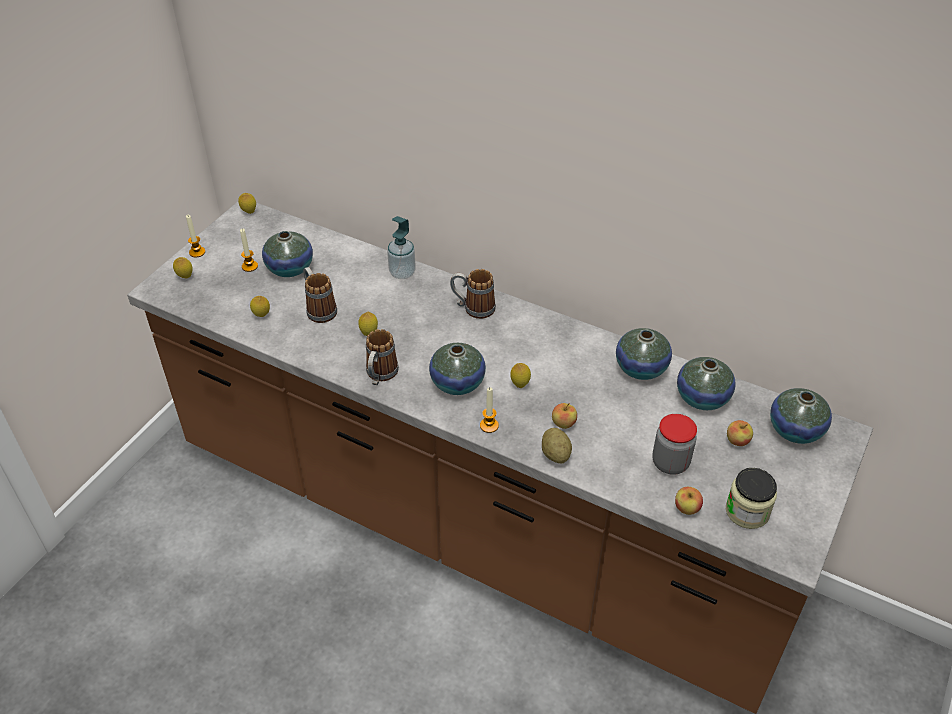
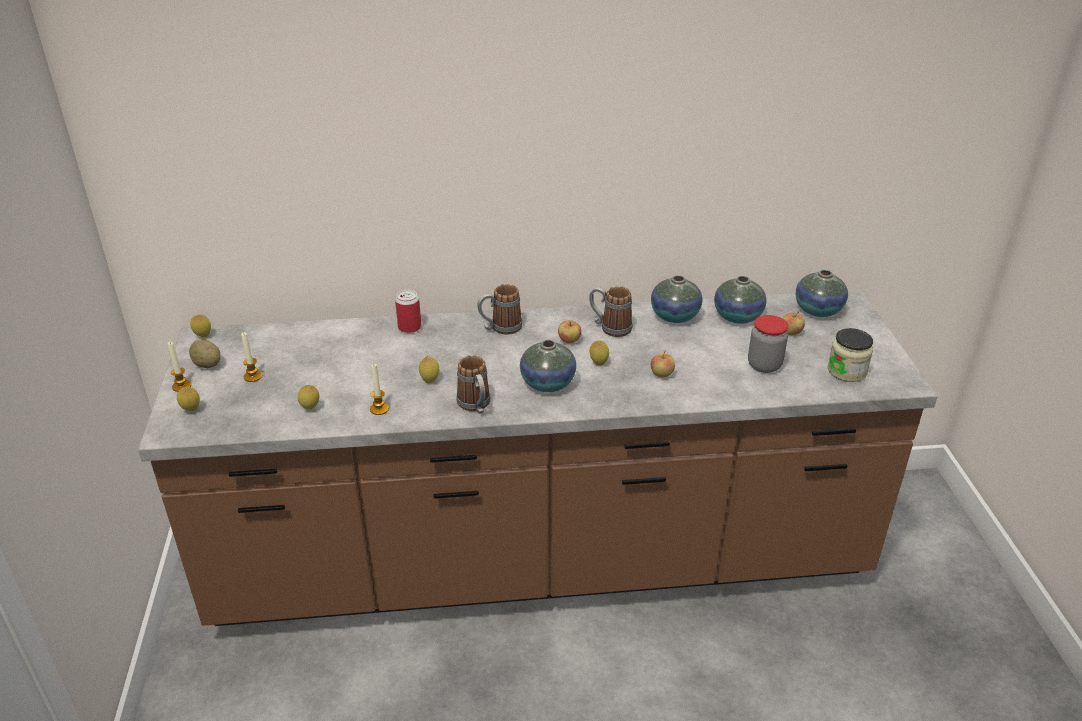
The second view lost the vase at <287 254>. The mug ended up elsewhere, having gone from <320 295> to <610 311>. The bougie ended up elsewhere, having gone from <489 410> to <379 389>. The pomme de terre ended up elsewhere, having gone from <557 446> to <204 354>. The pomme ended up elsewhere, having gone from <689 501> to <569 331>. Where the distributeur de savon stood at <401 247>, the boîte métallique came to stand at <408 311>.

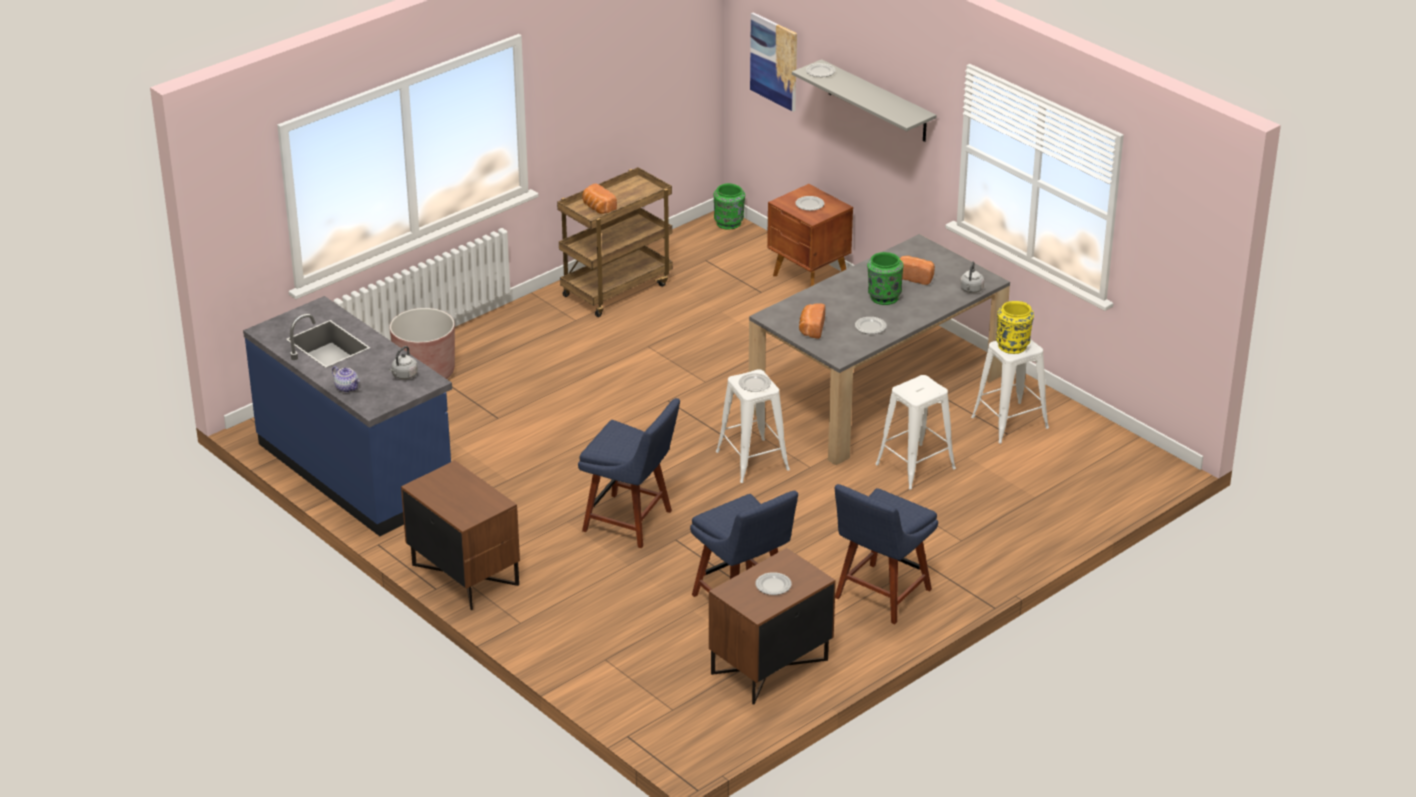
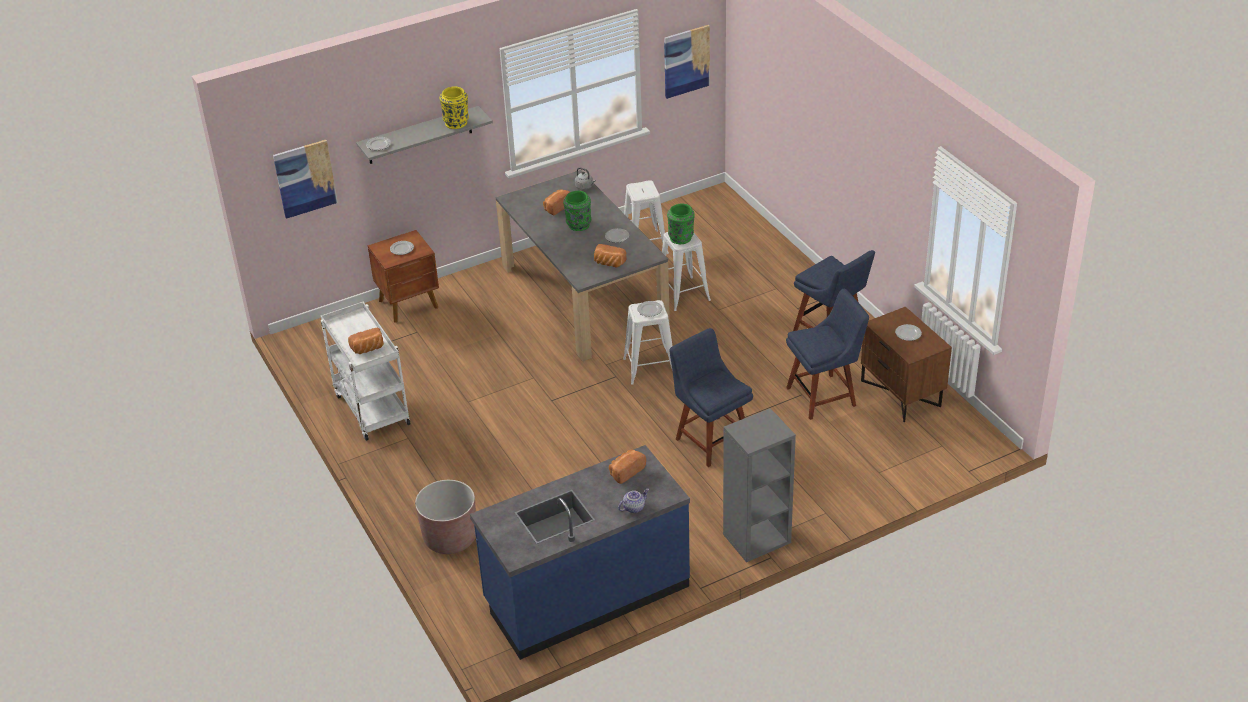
The second view gained the tableau at <687 62>. The vase/vert ended up elsewhere, having gone from <729 206> to <681 224>. The vase/jaune ended up elsewhere, having gone from <1015 327> to <454 107>. Where the bouilloire/gris stood at <403 363>, the pain came to stand at <627 467>. Where the table de chevet/marron stood at <460 535>, the bibliothèque/gris came to stand at <759 485>. What was the chariot/marron at <615 242> turned into the chariot/blanc at <366 371>. The chaise/bleu at <629 473> ended up facing another way, 75 degrees counterclockwise from before.

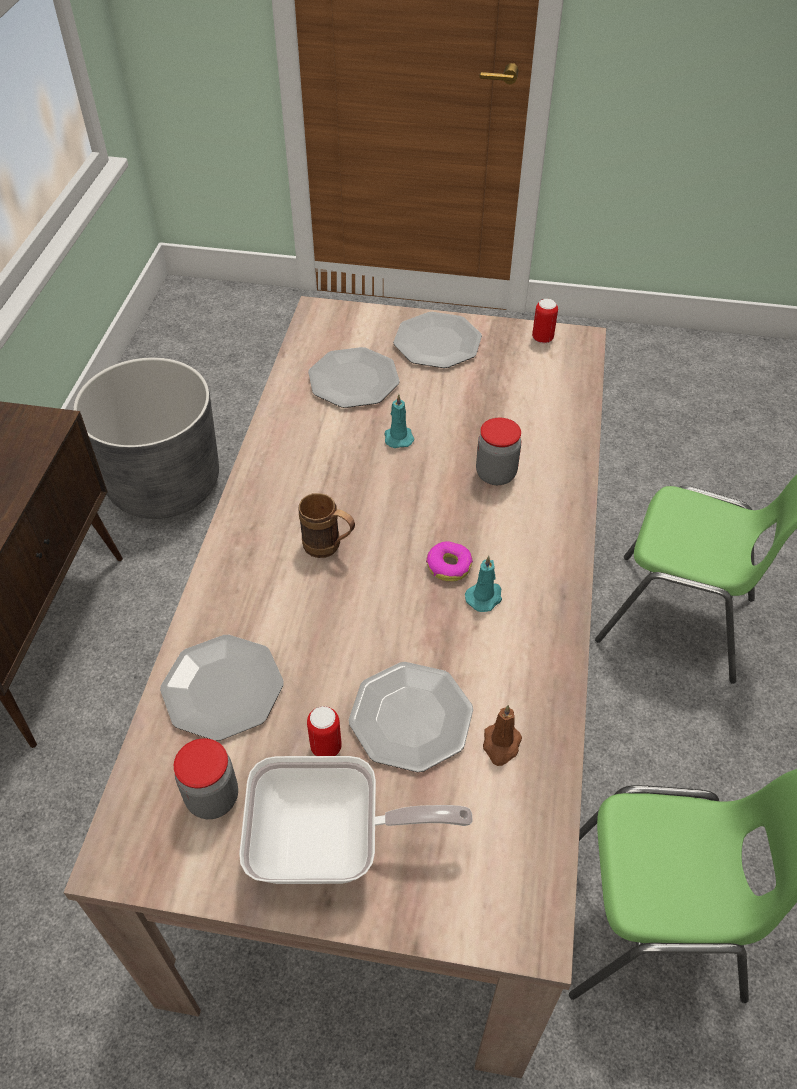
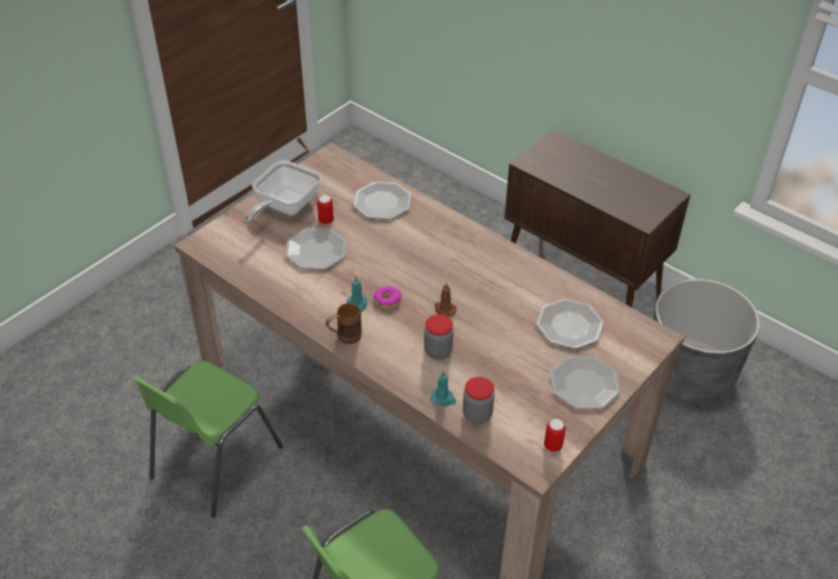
The bocal ended up elsewhere, having gone from <206 778> to <479 400>. The mug/marron ended up elsewhere, having gone from <326 525> to <344 323>. The bougie/turquoise ended up elsewhere, having gone from <399 421> to <443 388>. The bougie/marron ended up elsewhere, having gone from <502 735> to <446 299>.

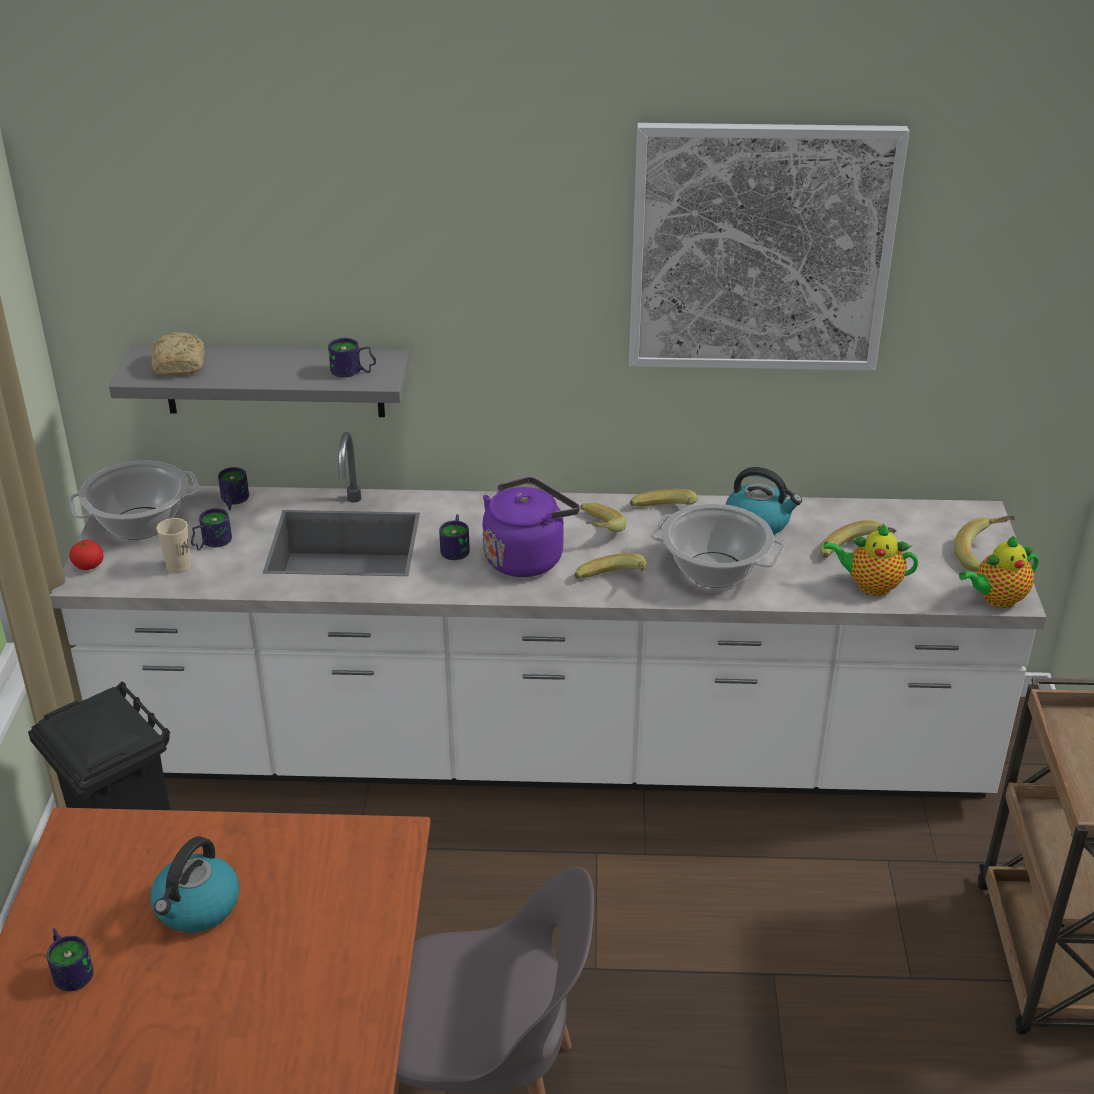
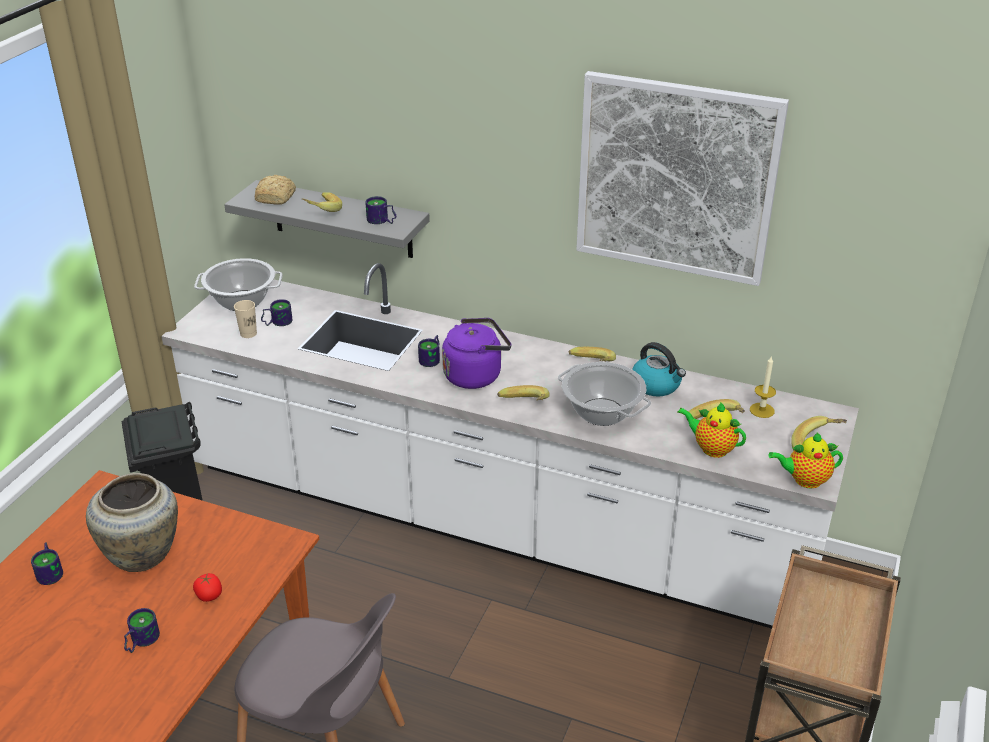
The second view gained the bougie at <763 387>. The tomate ended up elsewhere, having gone from <86 555> to <207 587>. The mug ended up elsewhere, having gone from <233 488> to <142 630>. The banane ended up elsewhere, having gone from <603 517> to <321 202>. Where the bouilloire stood at <195 884>, the vase/beige came to stand at <132 522>.

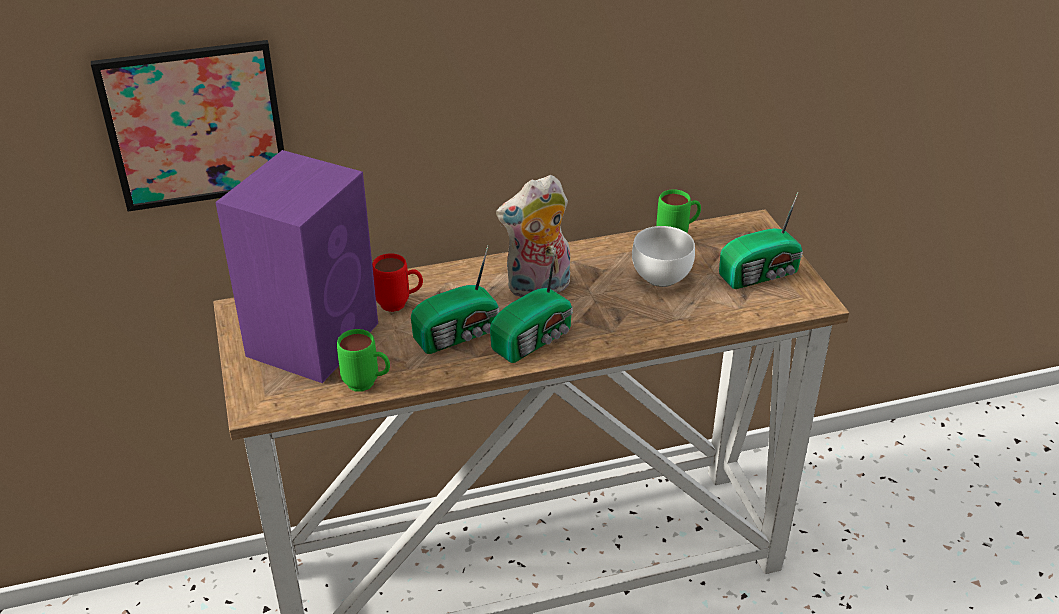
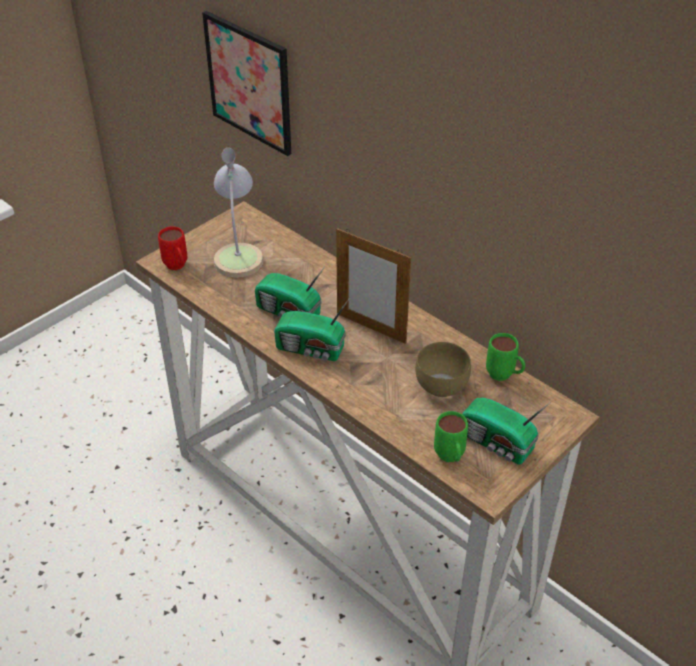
The mug/vert ended up elsewhere, having gone from <363 360> to <451 436>. The mug/rouge ended up elsewhere, having gone from <397 282> to <172 248>. Where the enceinte/violet stood at <296 266>, the lampe de table came to stand at <238 213>. Where the peluche stood at <533 236>, the cadre photo came to stand at <373 286>. What was the bol/blanc at <663 256> turned into the bol/marron at <443 369>.

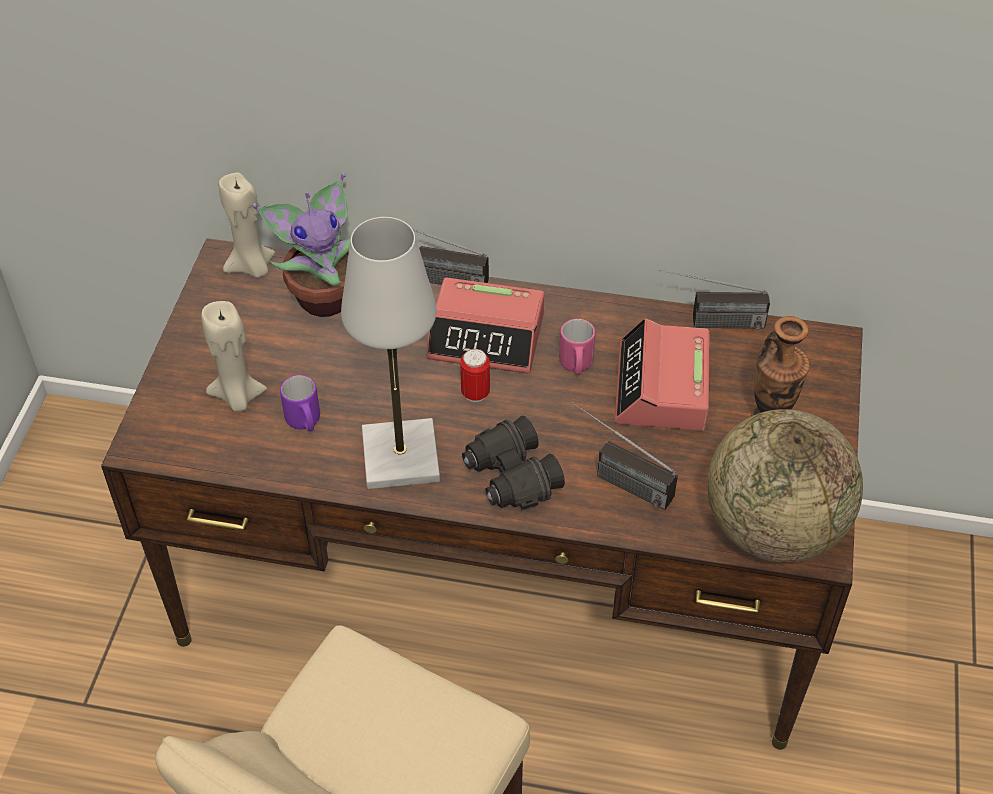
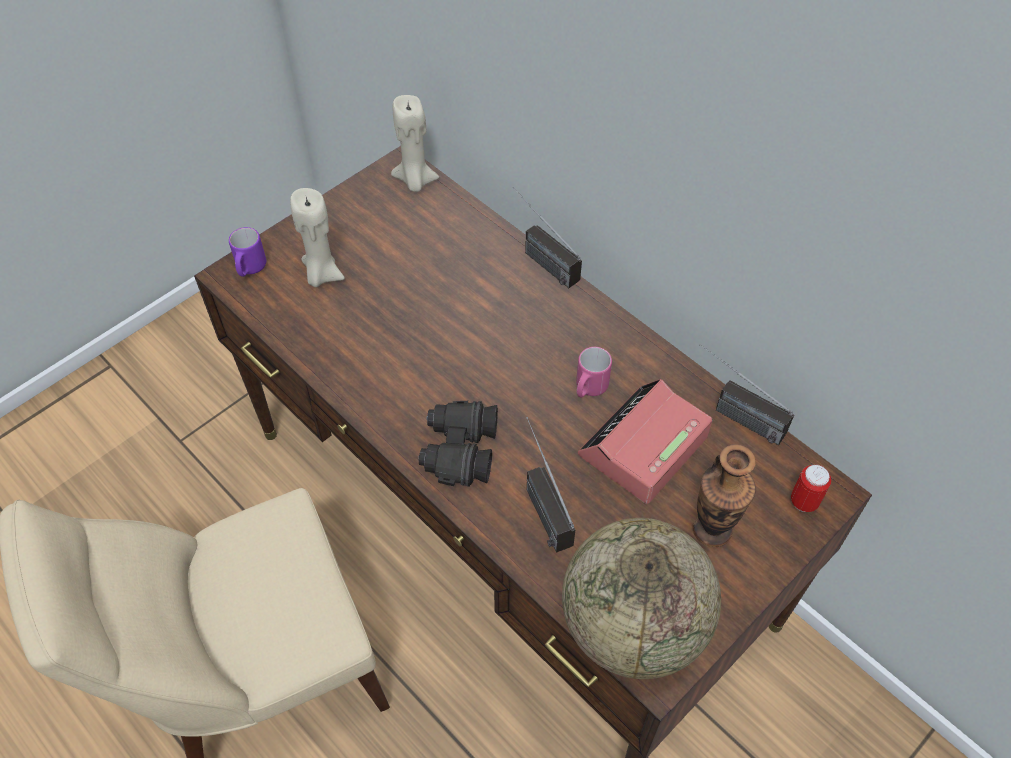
The second view lost the plante en pot at <301 245>. The second view lost the lampe de table/blanc at <390 353>. The second view lost the réveil at <485 325>. The mug/violet ended up elsewhere, having gone from <300 403> to <247 252>. The boîte métallique ended up elsewhere, having gone from <475 375> to <811 488>.

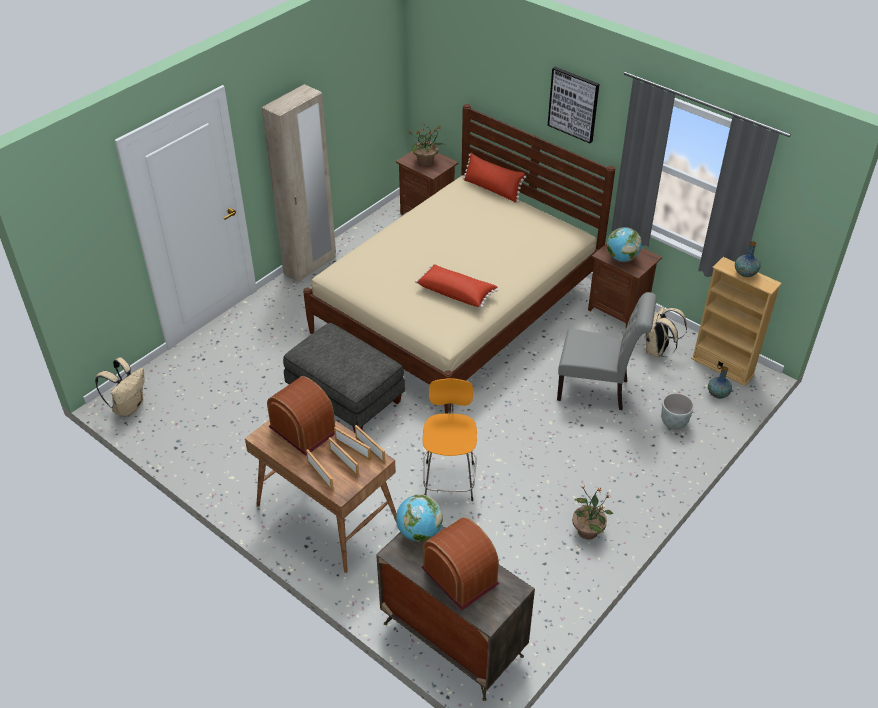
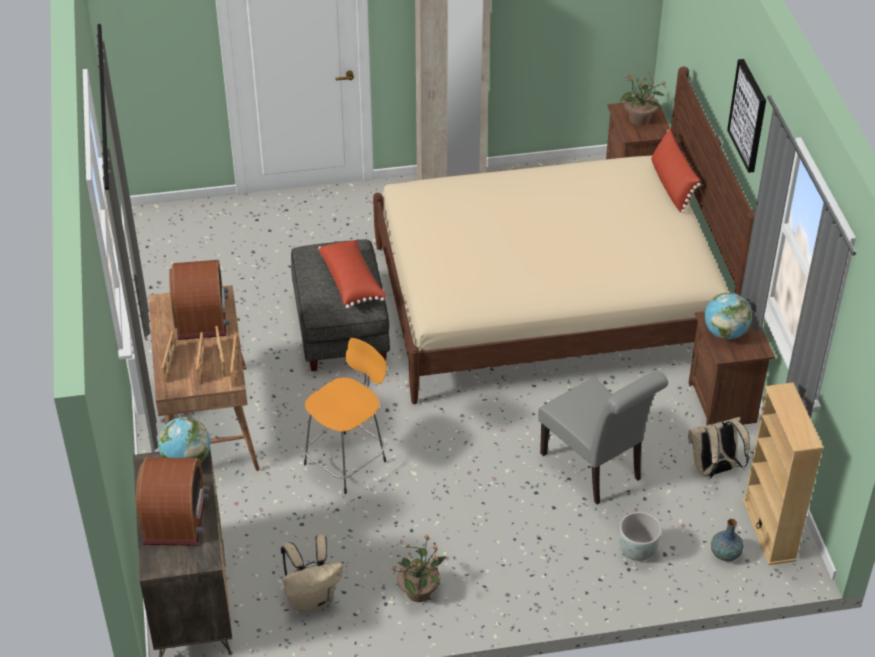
The second view lost the vase at <748 259>. The sac à dos/beige ended up elsewhere, having gone from <120 387> to <312 573>. The coussin/rouge ended up elsewhere, having gone from <456 286> to <352 274>.

